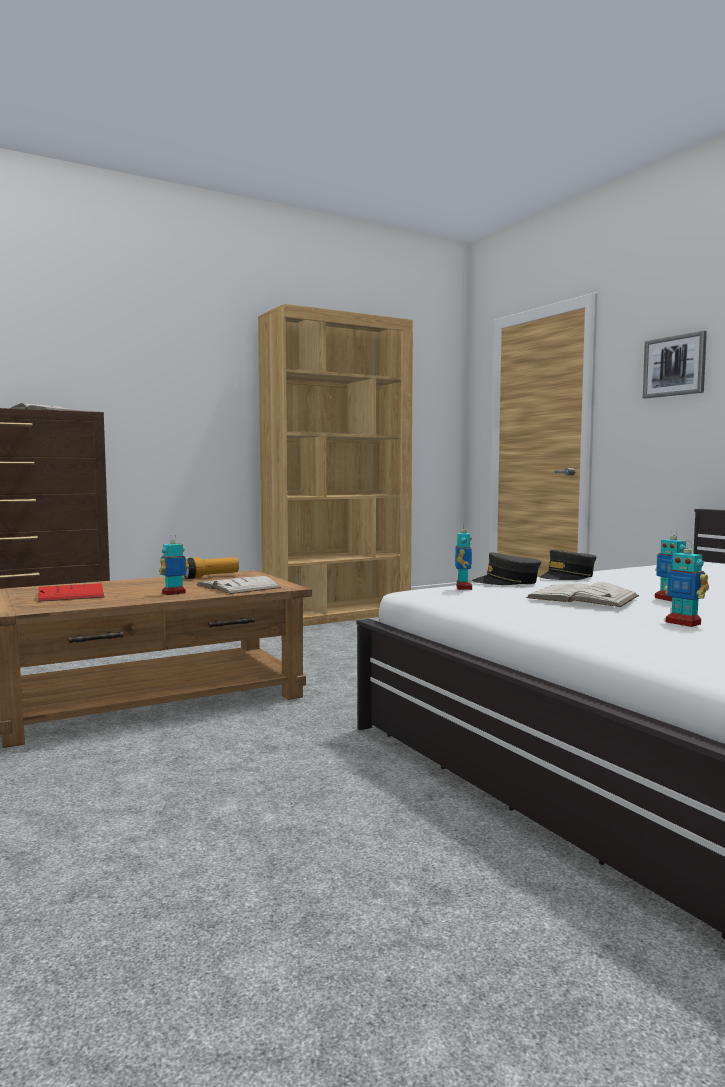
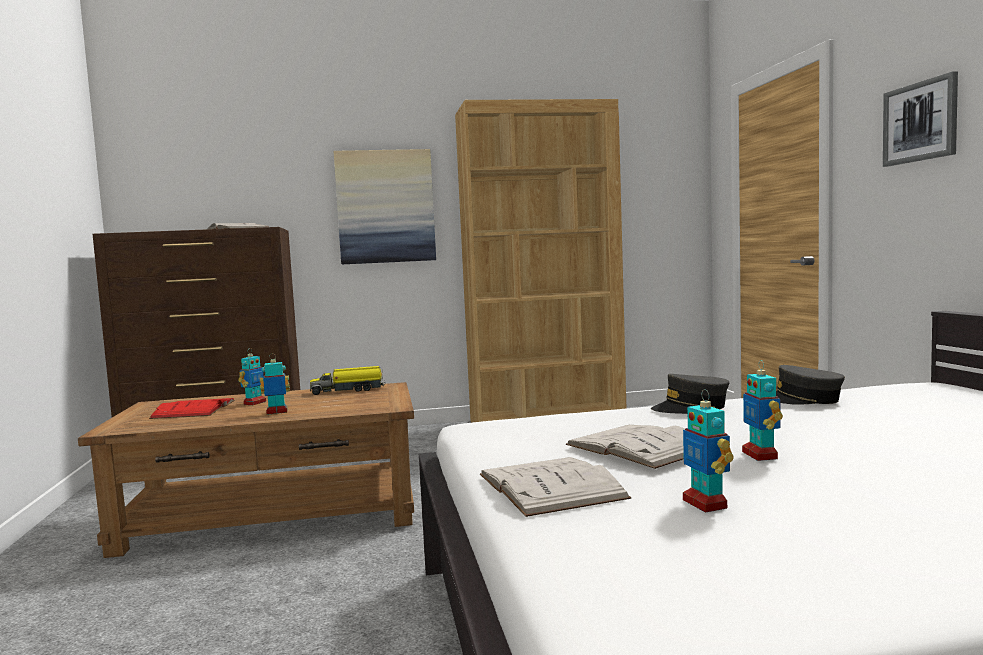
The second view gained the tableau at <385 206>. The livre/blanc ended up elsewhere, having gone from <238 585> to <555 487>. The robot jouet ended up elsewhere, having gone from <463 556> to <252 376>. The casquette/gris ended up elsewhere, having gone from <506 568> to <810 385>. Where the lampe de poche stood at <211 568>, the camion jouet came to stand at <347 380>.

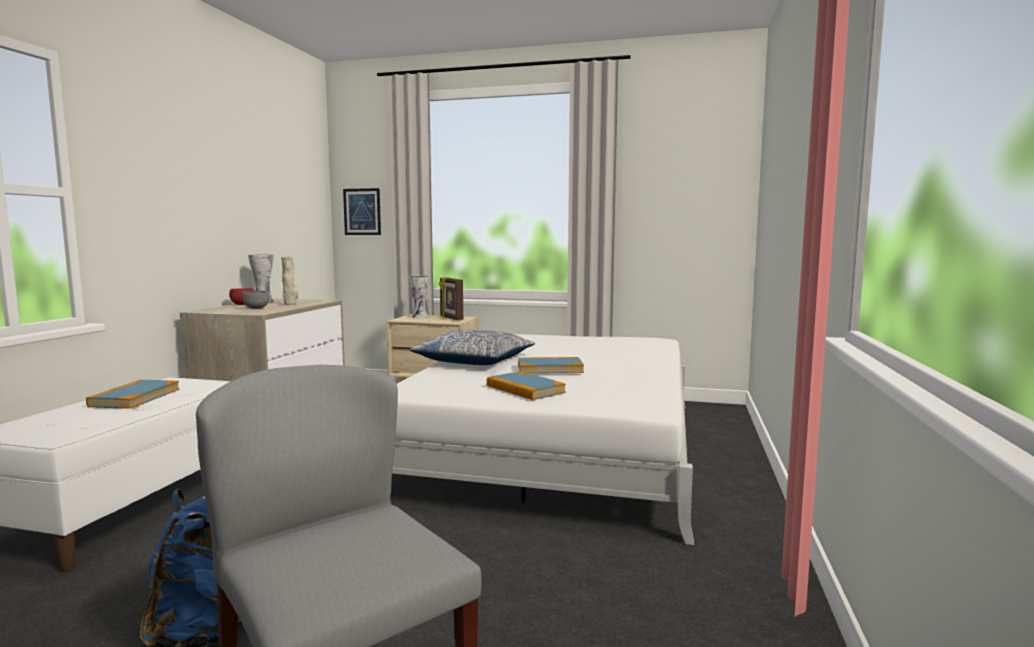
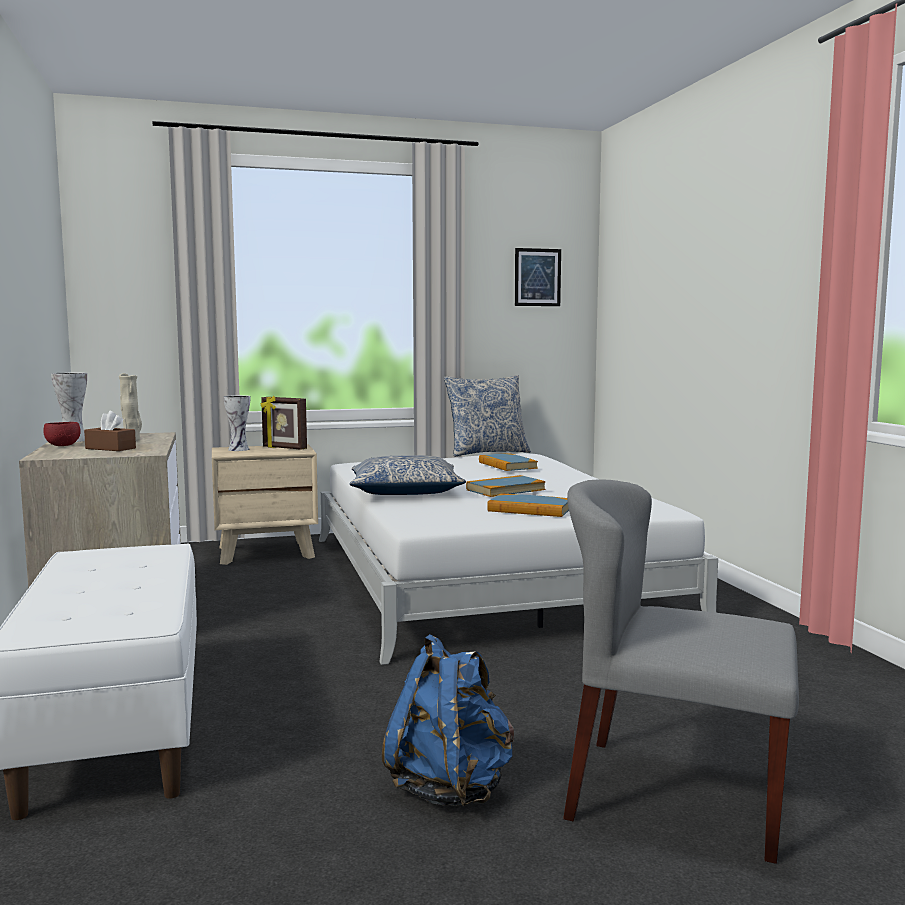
The second view gained the coussin at <487 415>. The livre ended up elsewhere, having gone from <133 394> to <508 462>. The tableau ended up elsewhere, having gone from <362 211> to <538 277>. Where the bol/gris stood at <256 300>, the boîte à mouchoirs/marron came to stand at <110 431>.

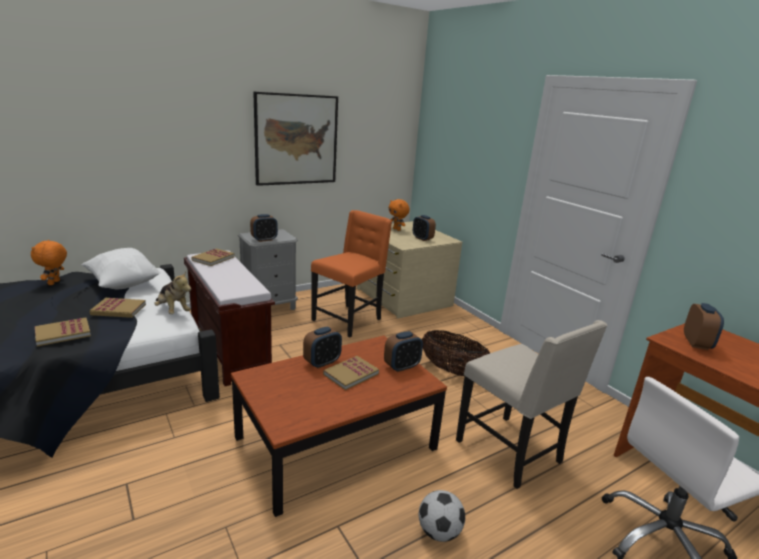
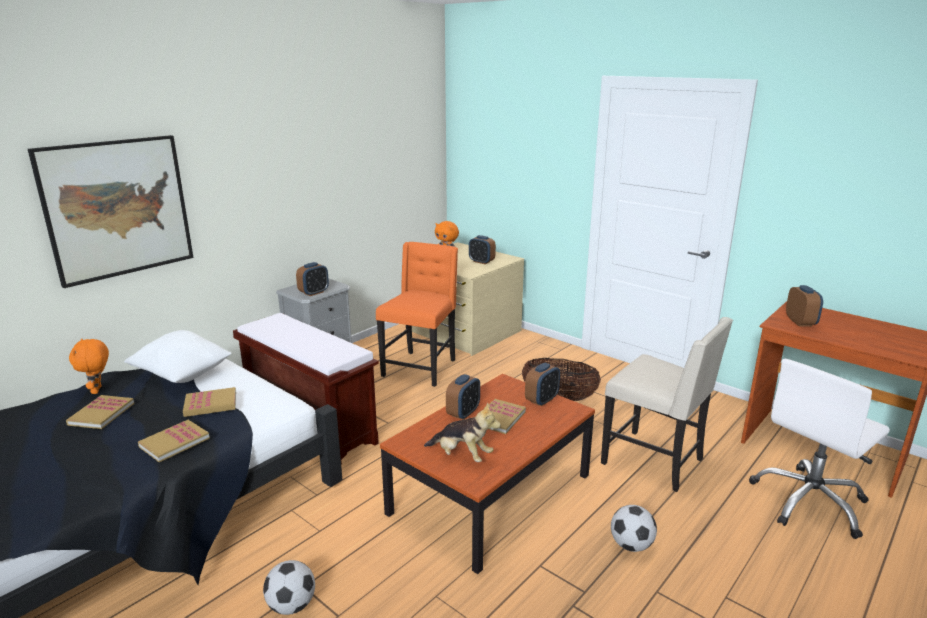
The second view gained the ballon de foot at <289 587>. The peluche ended up elsewhere, having gone from <172 292> to <462 432>. The livre ended up elsewhere, having gone from <213 257> to <100 412>. The tableau ended up elsewhere, having gone from <295 139> to <111 211>.

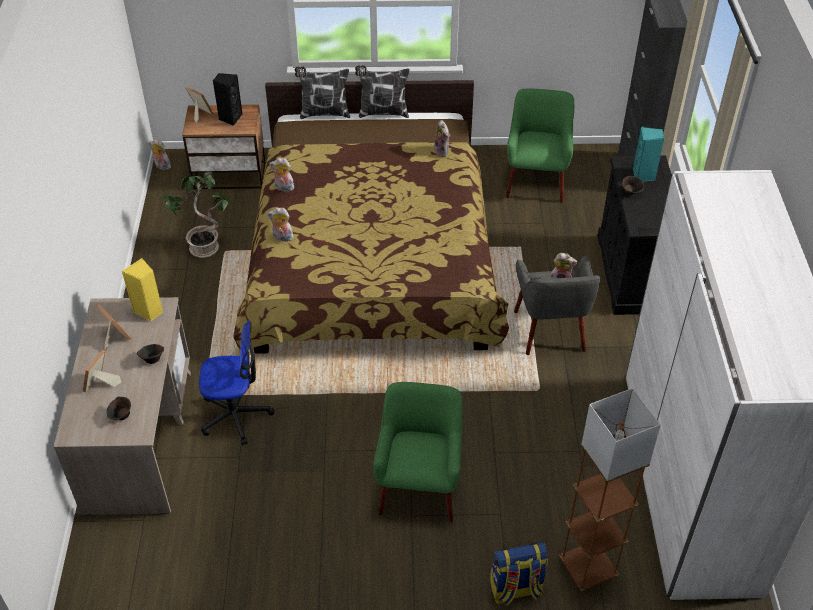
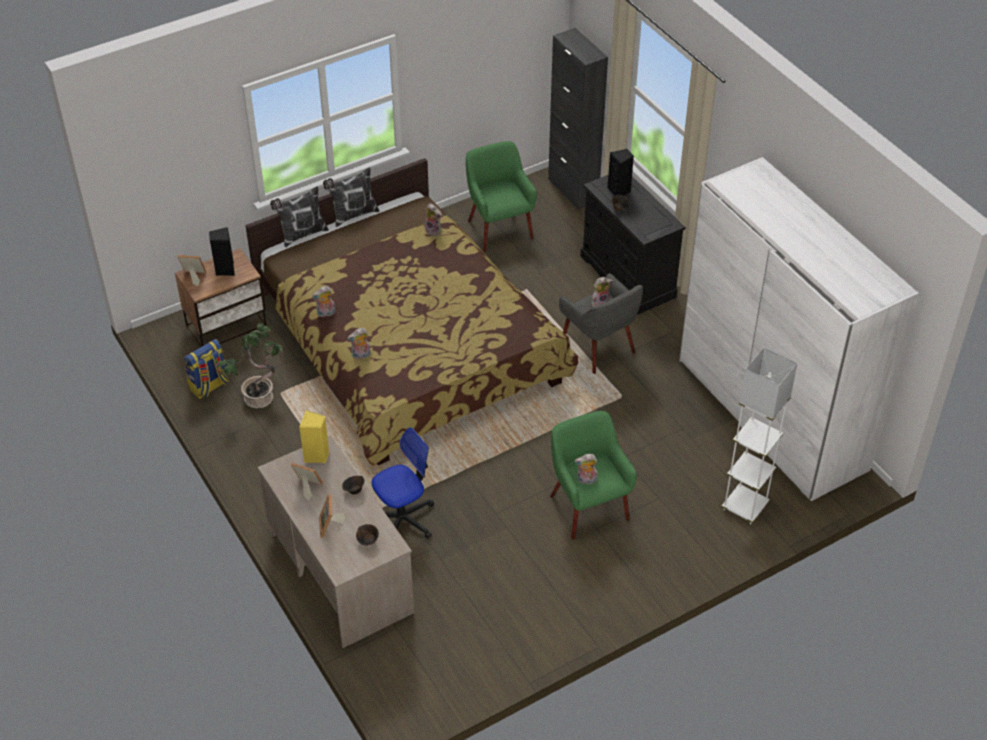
The peluche ended up elsewhere, having gone from <160 154> to <586 470>. The sac à dos ended up elsewhere, having gone from <519 574> to <206 369>. What was the lampadaire/marron at <610 490> turned into the lampadaire/blanc at <760 435>. What was the enceinte/turquoise at <648 153> turned into the enceinte/noir at <620 172>.

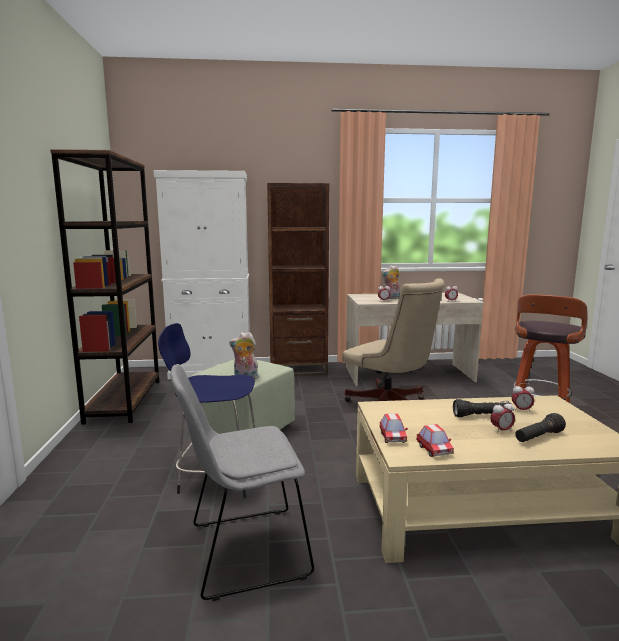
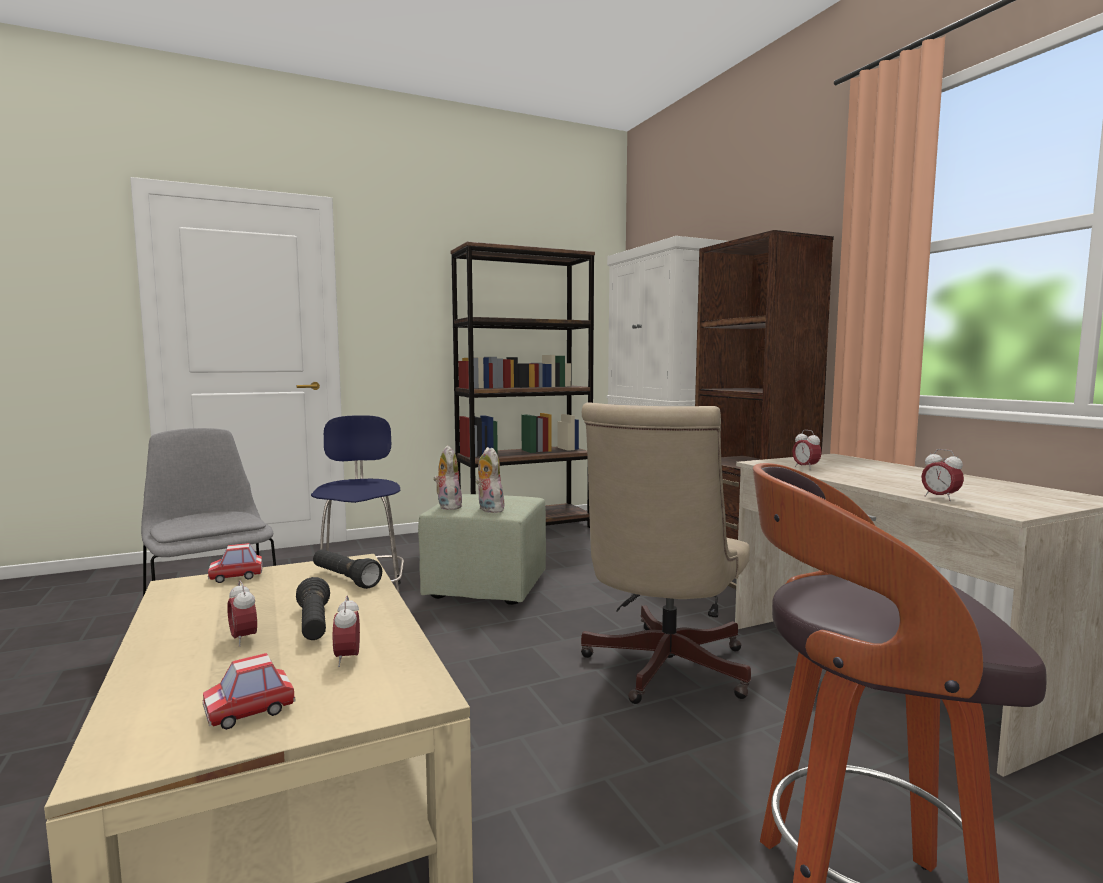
The peluche ended up elsewhere, having gone from <391 282> to <490 480>. The petite voiture ended up elsewhere, having gone from <435 440> to <249 691>. The lampe de poche/noir ended up elsewhere, having gone from <540 427> to <347 569>.

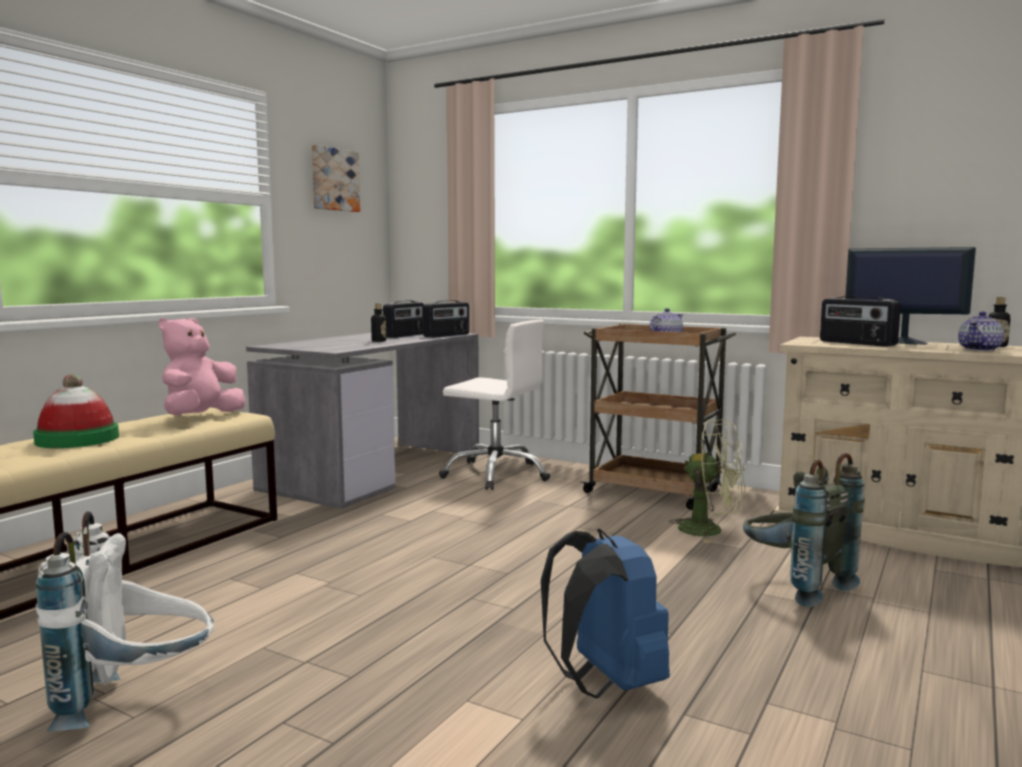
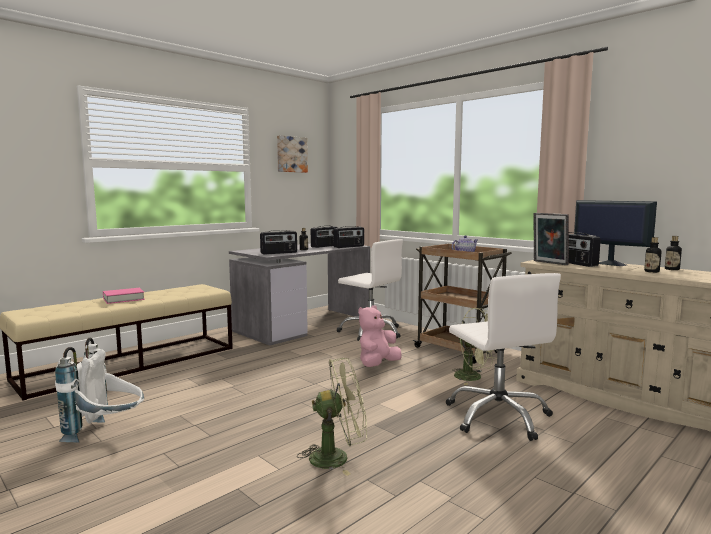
The second view gained the radio at <278 242>. The second view gained the cadre photo at <551 239>. The peluche/rose ended up elsewhere, having gone from <202 367> to <380 336>. Where the chapeau stood at <76 411>, the livre/rose came to stand at <124 296>. Where the sac à dos/bleu stood at <605 614>, the ventilateur/vert came to stand at <332 417>. Where the sac à dos/gris stood at <804 530>, the chaise de bureau/blanc came to stand at <503 357>. Where the théière stood at <981 331>, the bouteille came to stand at <653 255>.

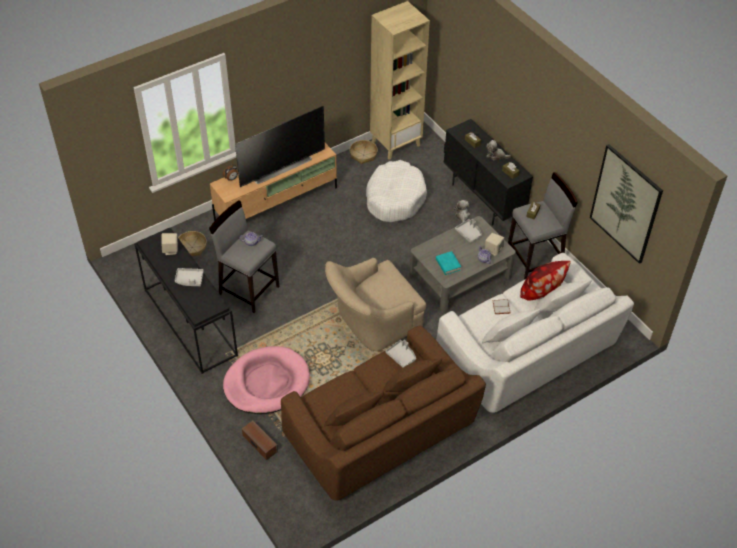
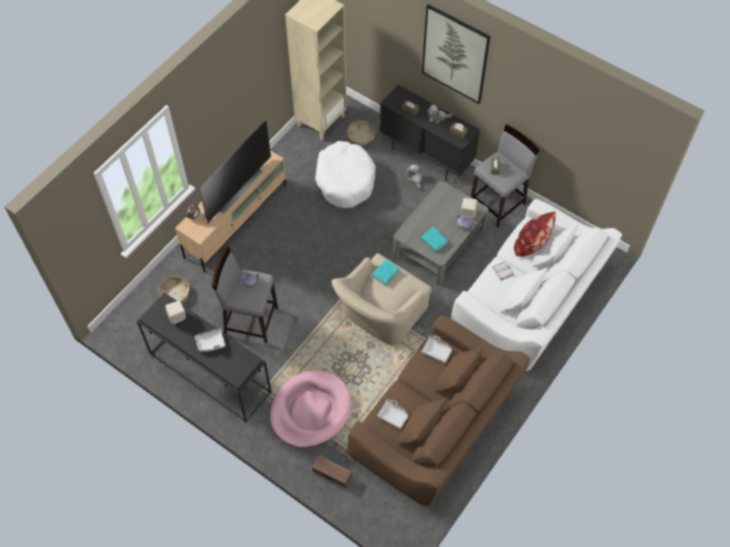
The second view gained the livre/turquoise at <386 273>. The panier ended up elsewhere, having gone from <364 152> to <361 133>. The plateau/gris ended up elsewhere, having gone from <468 231> to <393 414>. The tableau ended up elsewhere, having gone from <626 204> to <456 54>.

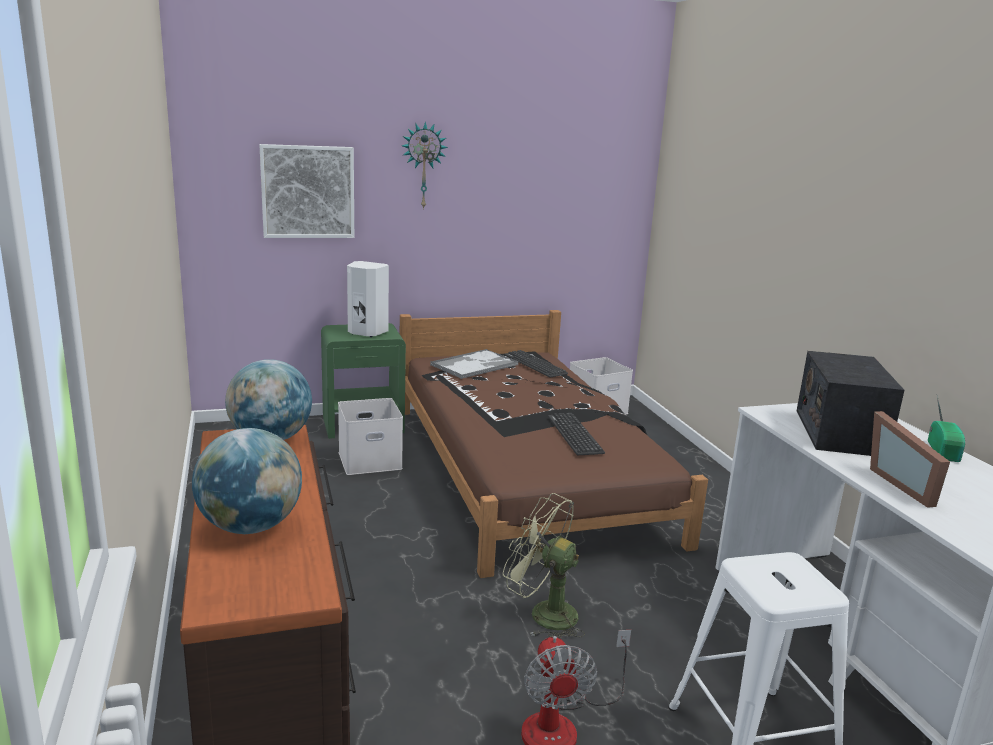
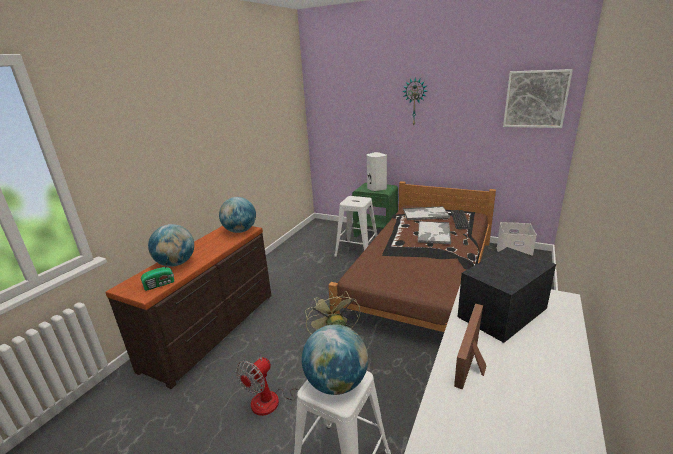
The second view lost the clavier at <576 434>. The second view gained the globe at <335 359>. The second view gained the plateau at <434 232>. The tableau ended up elsewhere, having gone from <306 191> to <538 98>. The radio ended up elsewhere, having gone from <946 428> to <157 272>. Where the boîte de rangement/blanc stood at <370 436>, the tabouret/blanc came to stand at <355 226>.

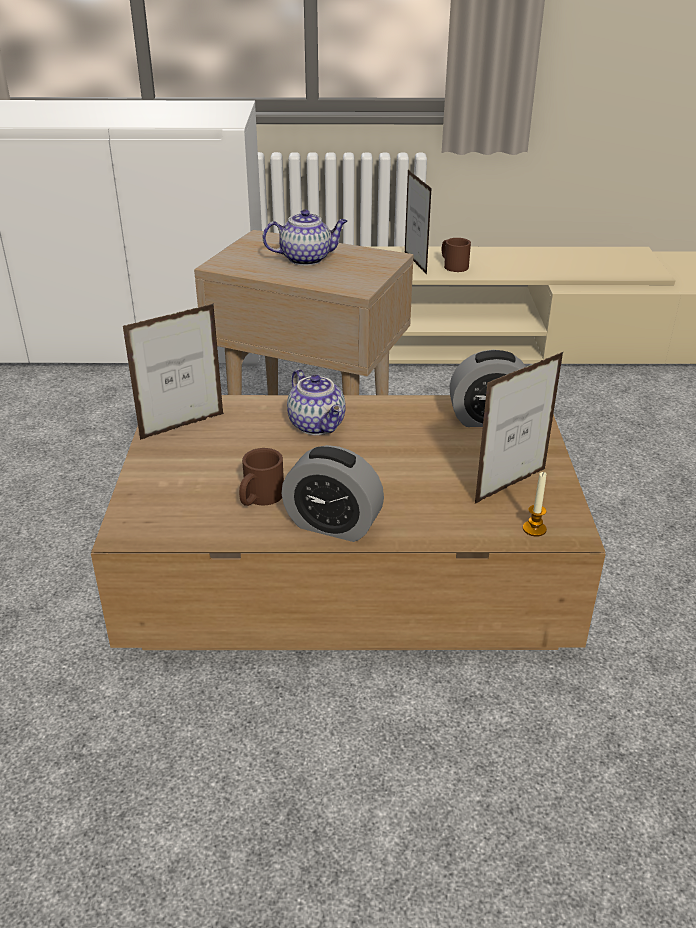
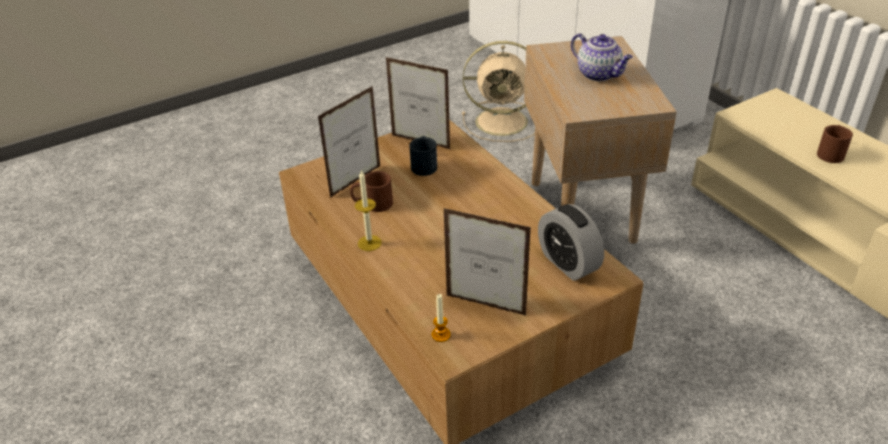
The second view lost the théière at <316 402>. The second view gained the mug/noir at <423 156>. The second view gained the ventilateur/beige at <498 91>. The cadre photo ended up elsewhere, having gone from <418 222> to <349 142>. Where the réveil stood at <333 493>, the bougie came to stand at <368 211>.

